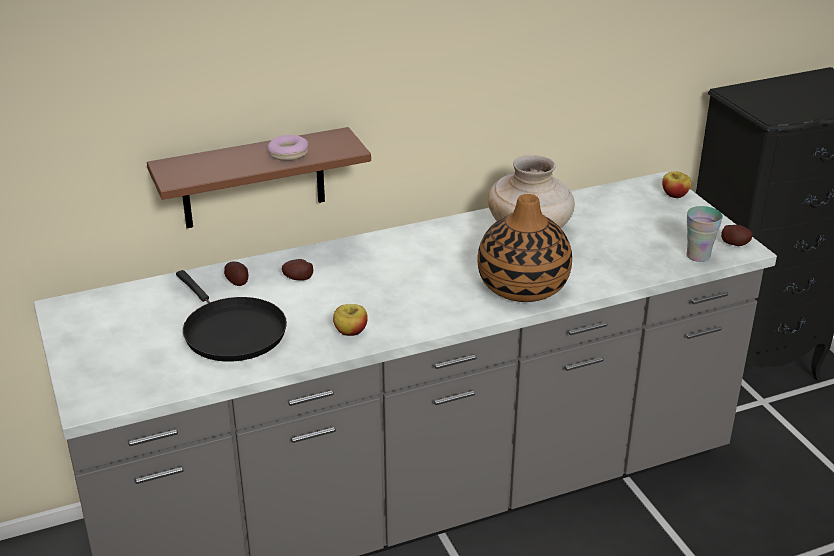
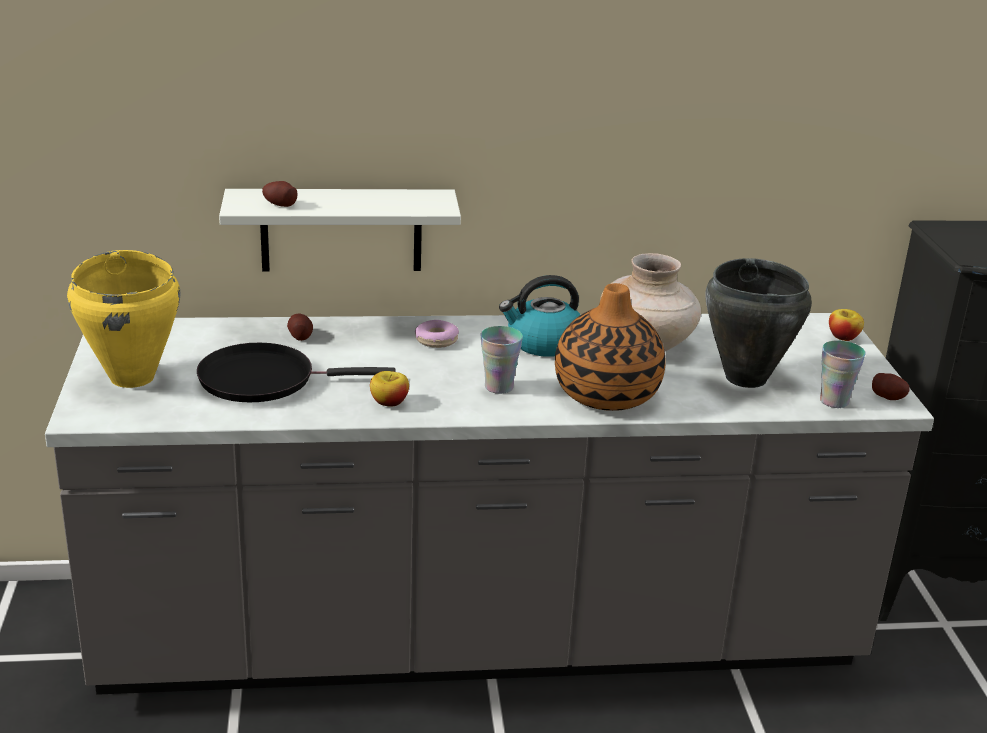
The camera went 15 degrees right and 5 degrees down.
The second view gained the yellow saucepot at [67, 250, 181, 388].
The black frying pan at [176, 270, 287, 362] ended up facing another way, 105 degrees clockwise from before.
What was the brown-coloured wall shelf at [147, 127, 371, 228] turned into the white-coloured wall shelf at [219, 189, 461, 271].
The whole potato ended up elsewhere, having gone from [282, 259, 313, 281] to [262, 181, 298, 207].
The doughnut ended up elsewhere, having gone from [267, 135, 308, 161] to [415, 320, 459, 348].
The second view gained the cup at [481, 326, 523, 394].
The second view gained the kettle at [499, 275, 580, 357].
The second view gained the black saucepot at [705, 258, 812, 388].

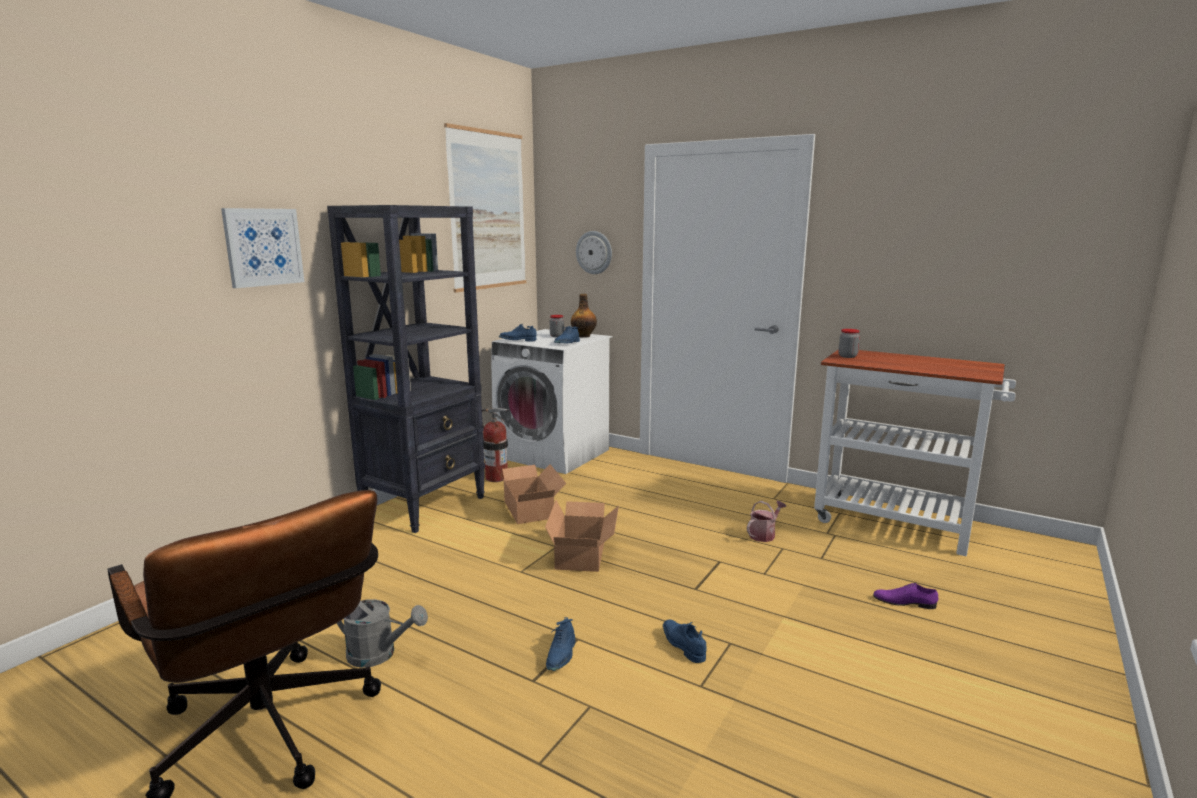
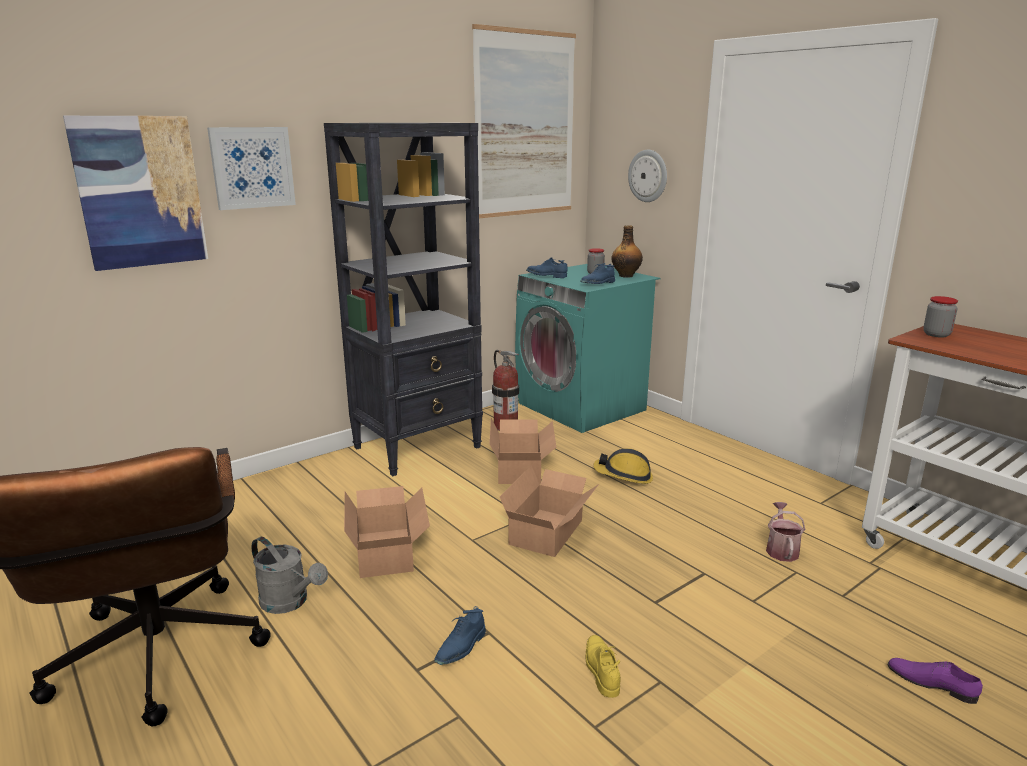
The camera went 20 degrees right and 5 degrees up.
The second view gained the wall picture at [63, 116, 208, 271].
The second view gained the carton at [344, 486, 430, 578].
What was the white-coloured washing machine at [491, 329, 613, 474] turned into the turquoise washing machine at [515, 264, 661, 433].
What was the blue item of footwear at [663, 620, 707, 663] turned into the yellow item of footwear at [586, 635, 620, 698].
The second view gained the hard hat at [594, 448, 653, 484].
The sprinkling can at [747, 501, 786, 542] ended up facing another way, 60 degrees counterclockwise from before.

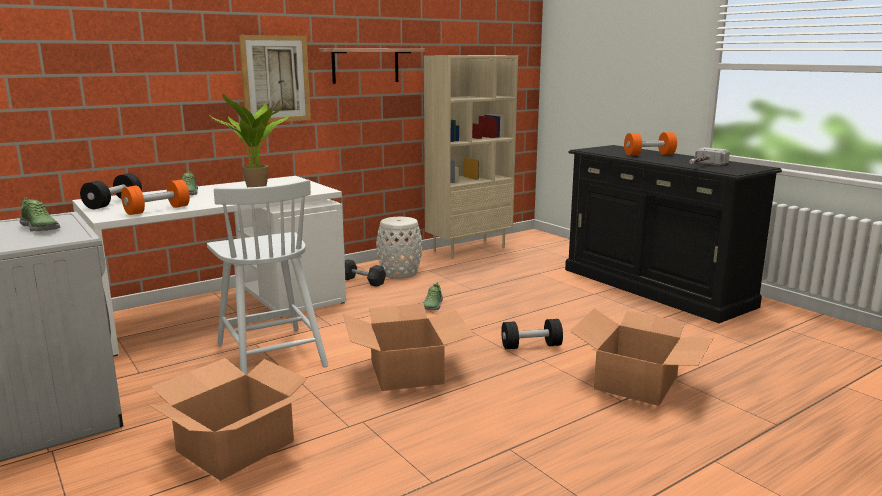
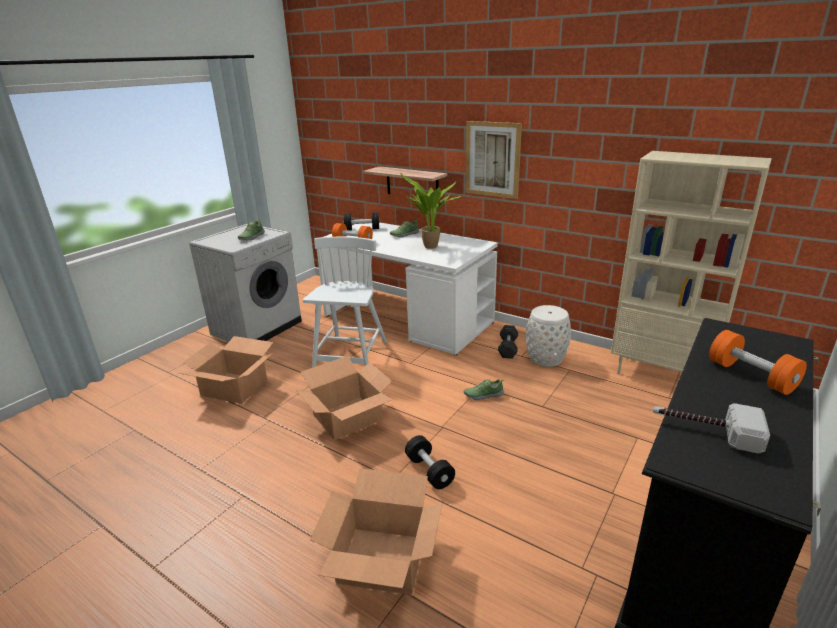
The camera went 70 degrees right and 10 degrees up.
The white-coloured plain chair at [207, 179, 329, 375] ended up facing another way, 150 degrees clockwise from before.
The wall shelf ended up elsewhere, having gone from [320, 48, 425, 84] to [363, 166, 447, 194].

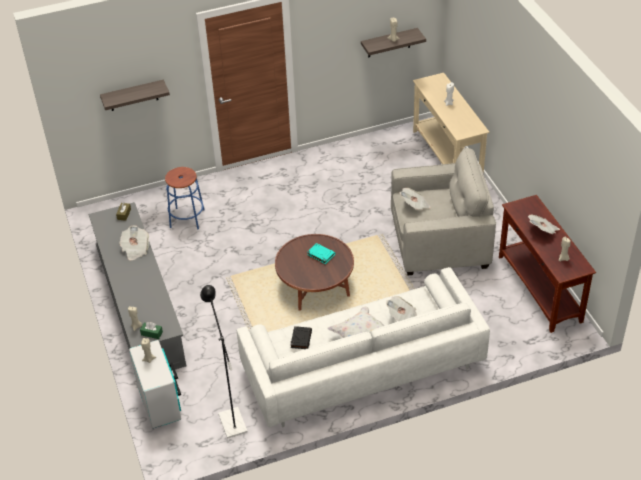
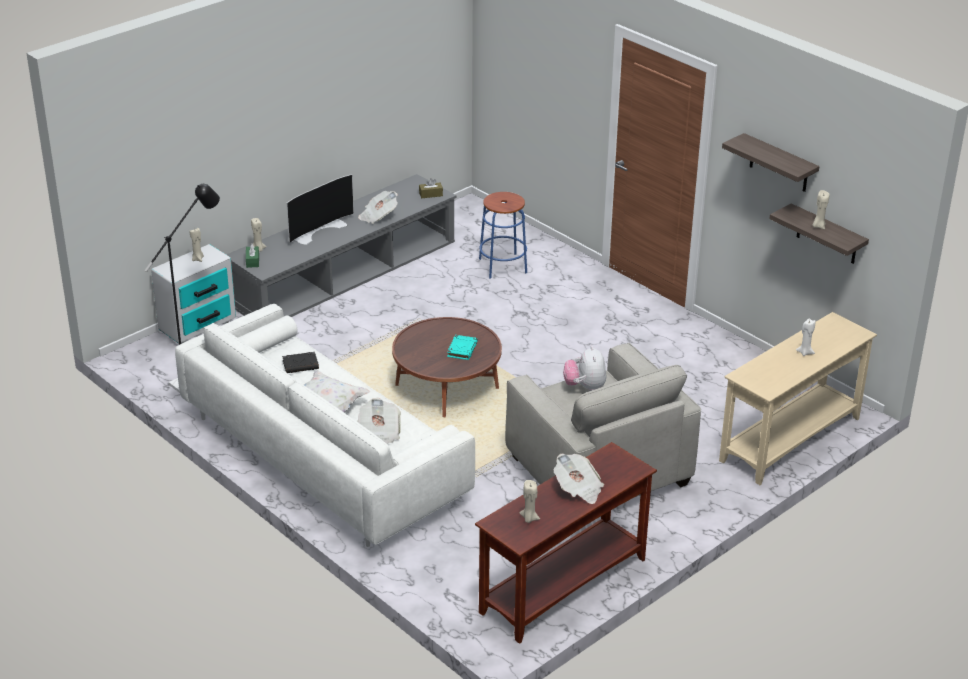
The camera went 65 degrees right and 10 degrees down.
The second view gained the television at [286, 174, 354, 245].
Where the printed paper stood at [400, 188, 431, 210], the cuddly toy came to stand at [563, 346, 606, 391].
The wall shelf ended up elsewhere, having gone from [100, 80, 170, 111] to [722, 133, 819, 192].

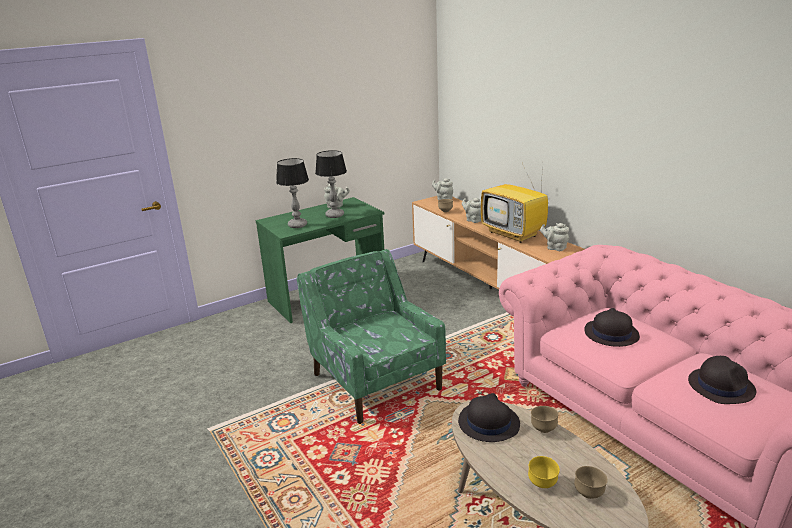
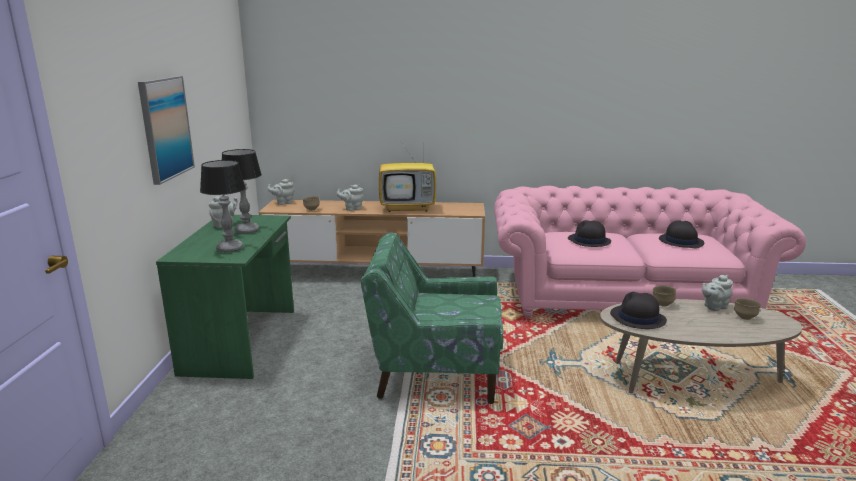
The camera went 55 degrees left and 5 degrees down.
The second view gained the wall picture at [138, 76, 195, 185].
The grey pot for tea ended up elsewhere, having gone from [540, 223, 569, 251] to [702, 275, 733, 311].
The second view lost the yellow deep dish at [528, 456, 560, 488].

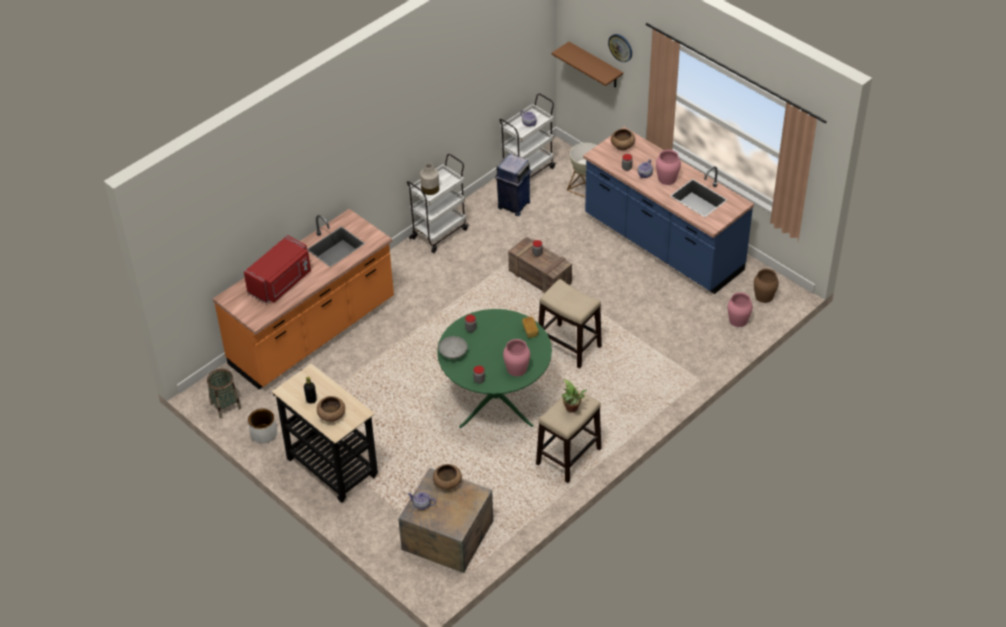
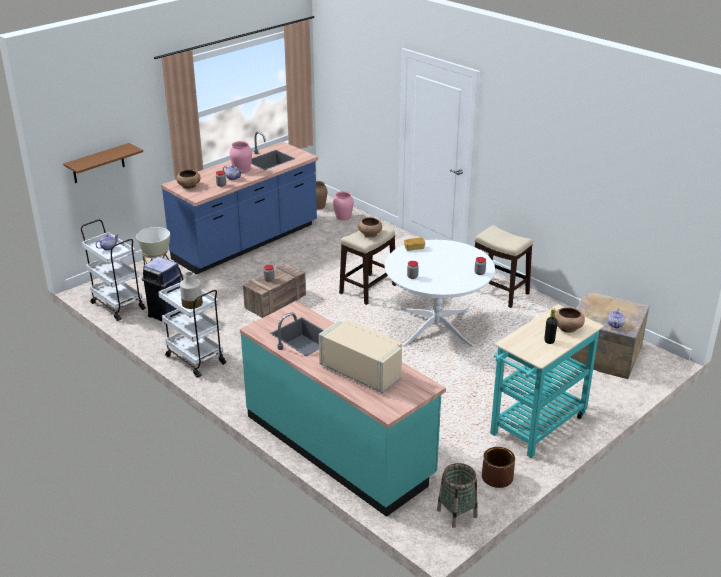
The camera went 90 degrees left and 15 degrees down.
What was the orange kitchen base unit at [213, 209, 394, 389] turned into the turquoise kitchen base unit at [240, 301, 446, 517].
What was the reddish kitchen microwave at [244, 235, 311, 304] turned into the beige-coloured kitchen microwave at [319, 320, 402, 393].
The brown-coloured deep dish ended up elsewhere, having gone from [433, 464, 462, 490] to [358, 217, 382, 237].
What was the green dining table at [437, 309, 552, 428] turned into the white-coloured dining table at [384, 240, 495, 347].
What was the white-coloured flower pot at [248, 409, 277, 443] turned into the brown-coloured flower pot at [482, 447, 515, 488].
What was the black trolley at [272, 364, 378, 502] turned into the turquoise trolley at [490, 305, 603, 458].
The second view lost the grey deep dish at [438, 336, 468, 359].
The second view lost the pink-coloured flower vase at [503, 339, 530, 376].
The second view lost the potted plant at [562, 379, 587, 413].
The second view lost the hanging clock at [608, 34, 632, 62].

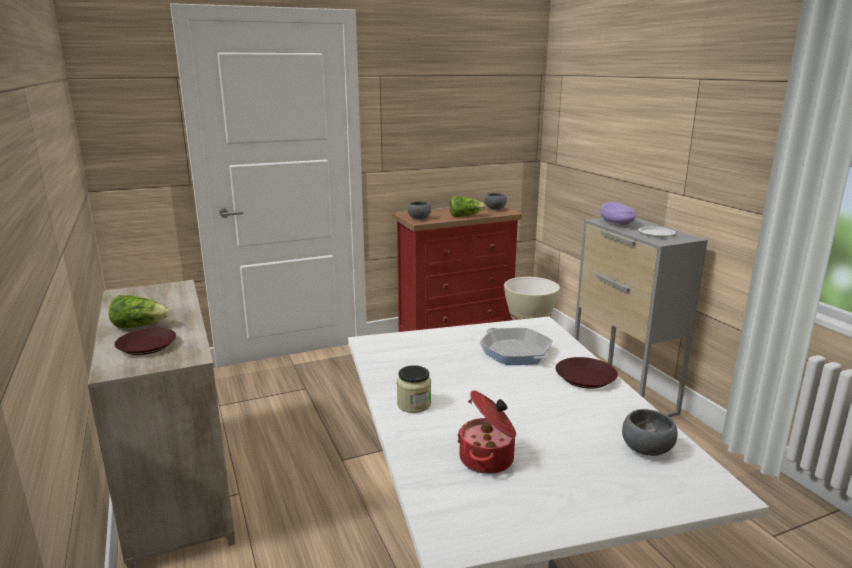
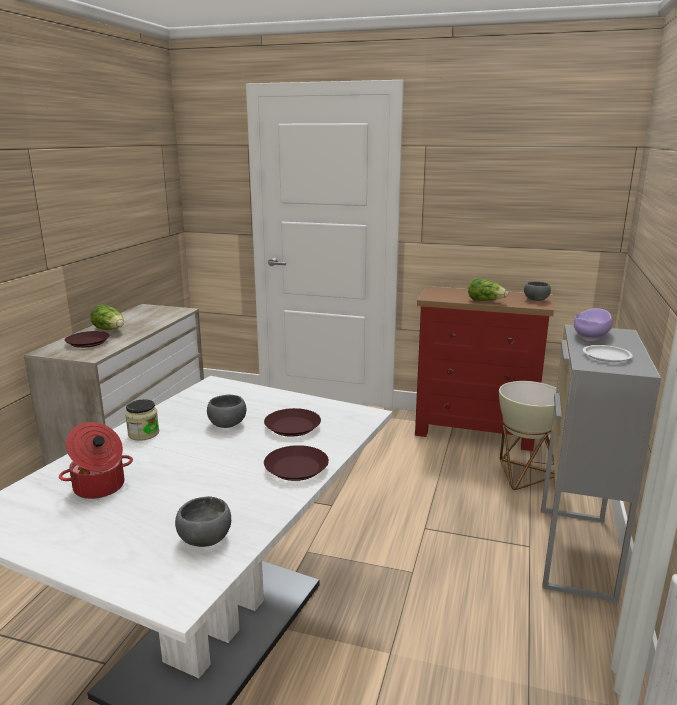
The camera went 40 degrees right and 0 degrees up.
The grey deep dish ended up elsewhere, having gone from [408, 201, 431, 219] to [207, 395, 246, 428].
Where the frying pan stood at [480, 328, 553, 365], the brown-coloured plate came to stand at [264, 408, 321, 437].

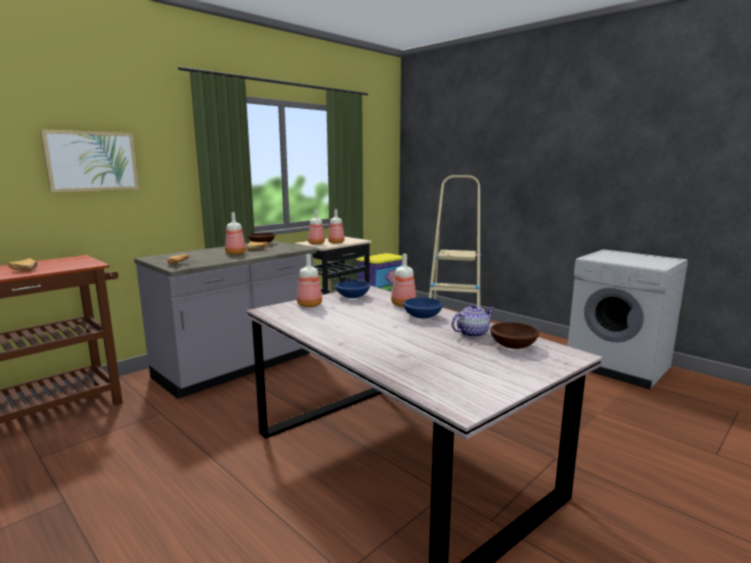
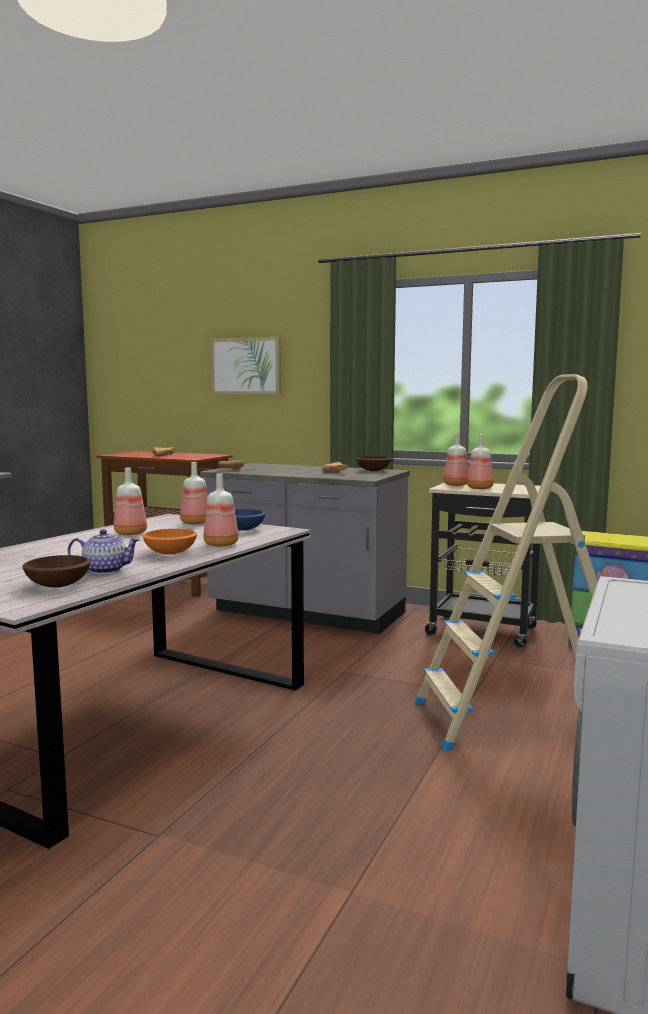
The camera went 70 degrees right and 5 degrees down.
The pot for tea at [451, 304, 494, 338] ended up facing another way, 45 degrees counterclockwise from before.
The beverage bottle ended up elsewhere, having gone from [225, 212, 246, 255] to [114, 468, 147, 535].
What was the blue deep dish at [403, 298, 443, 319] turned into the orange deep dish at [142, 529, 197, 555].

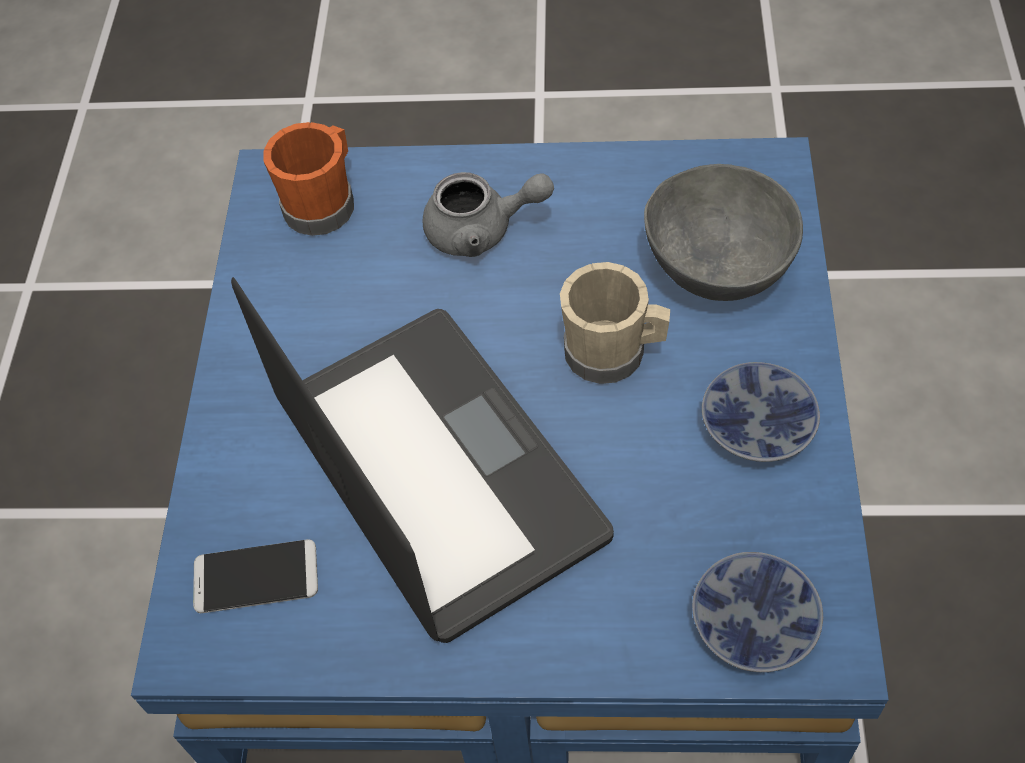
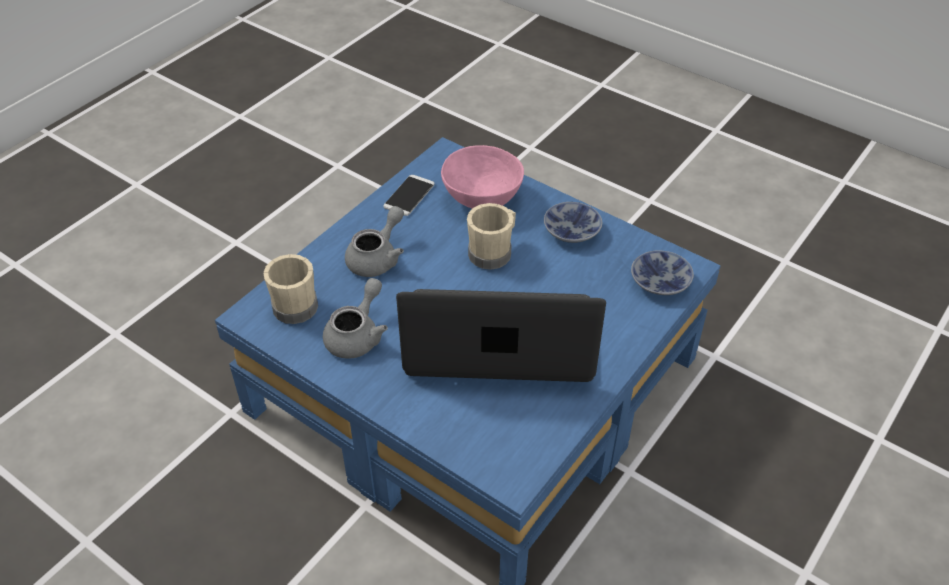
The camera went 60 degrees left and 10 degrees down.
What was the orange coffee mug at [263, 122, 354, 236] turned into the beige-coloured coffee mug at [264, 254, 318, 324].
The second view gained the grey pot for tea at [323, 278, 388, 359].
The telephone ended up elsewhere, having gone from [193, 539, 318, 613] to [383, 175, 434, 216].
What was the grey deep dish at [644, 164, 803, 301] turned into the pink-coloured deep dish at [441, 145, 524, 209].

